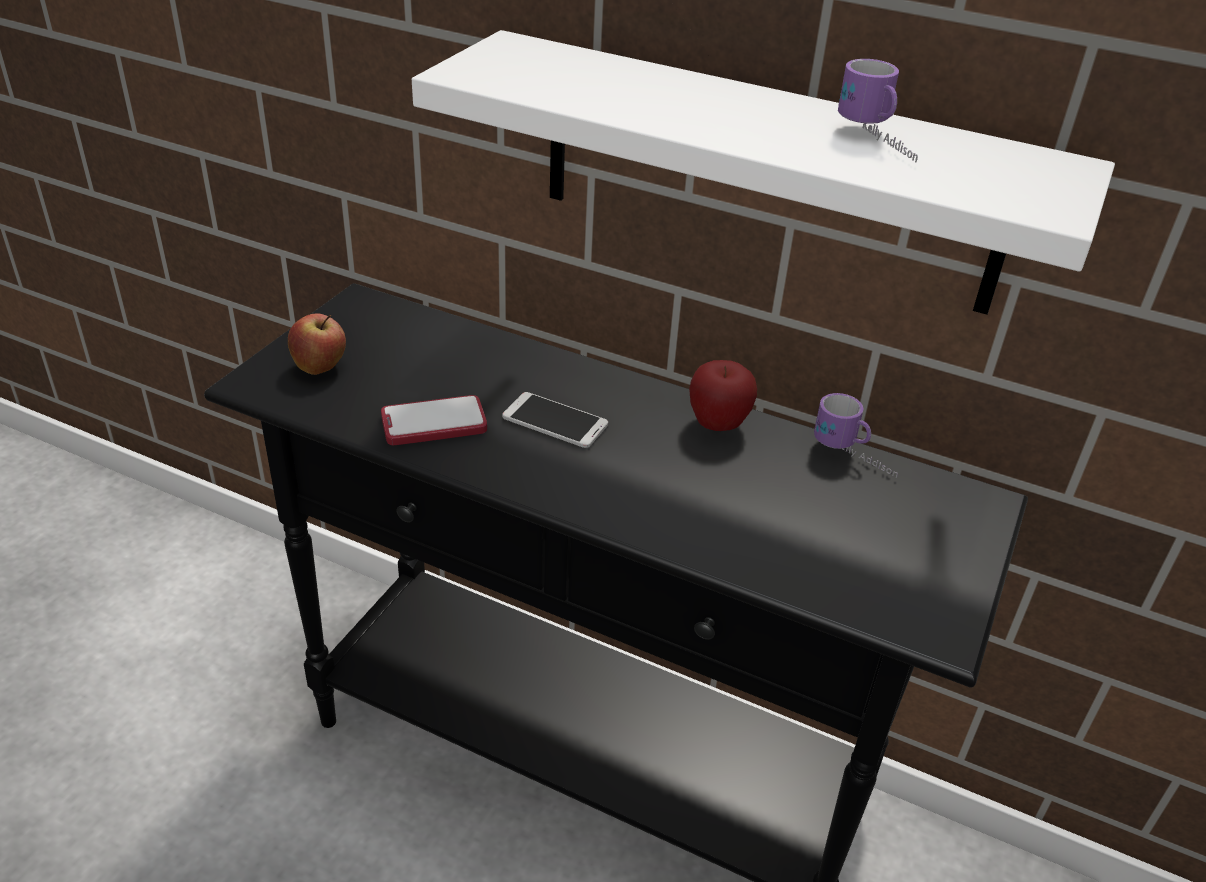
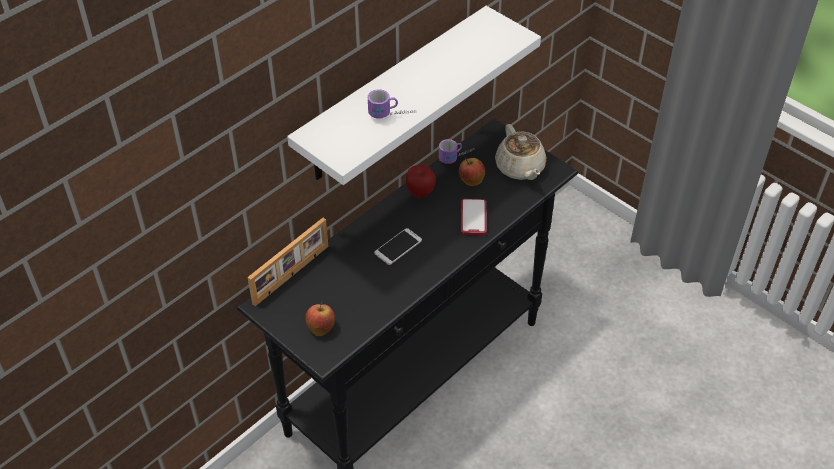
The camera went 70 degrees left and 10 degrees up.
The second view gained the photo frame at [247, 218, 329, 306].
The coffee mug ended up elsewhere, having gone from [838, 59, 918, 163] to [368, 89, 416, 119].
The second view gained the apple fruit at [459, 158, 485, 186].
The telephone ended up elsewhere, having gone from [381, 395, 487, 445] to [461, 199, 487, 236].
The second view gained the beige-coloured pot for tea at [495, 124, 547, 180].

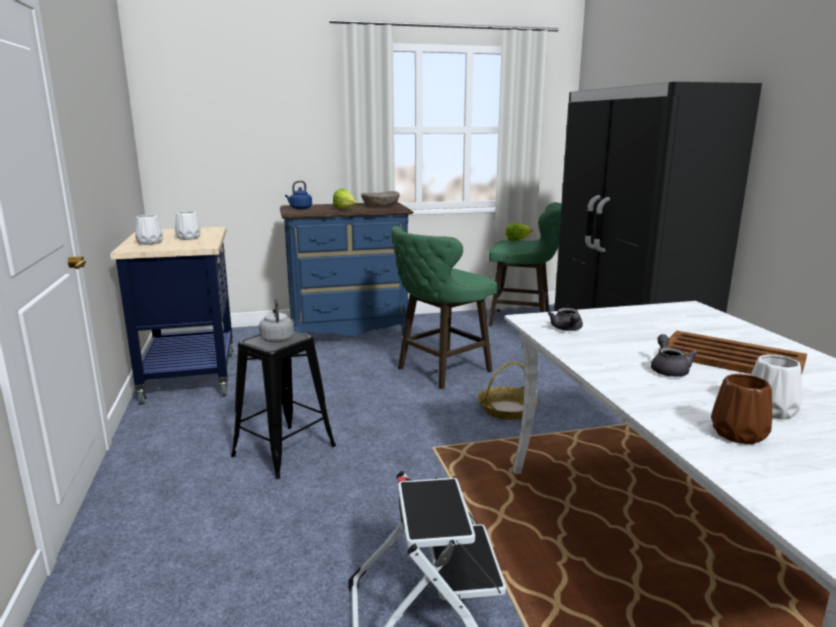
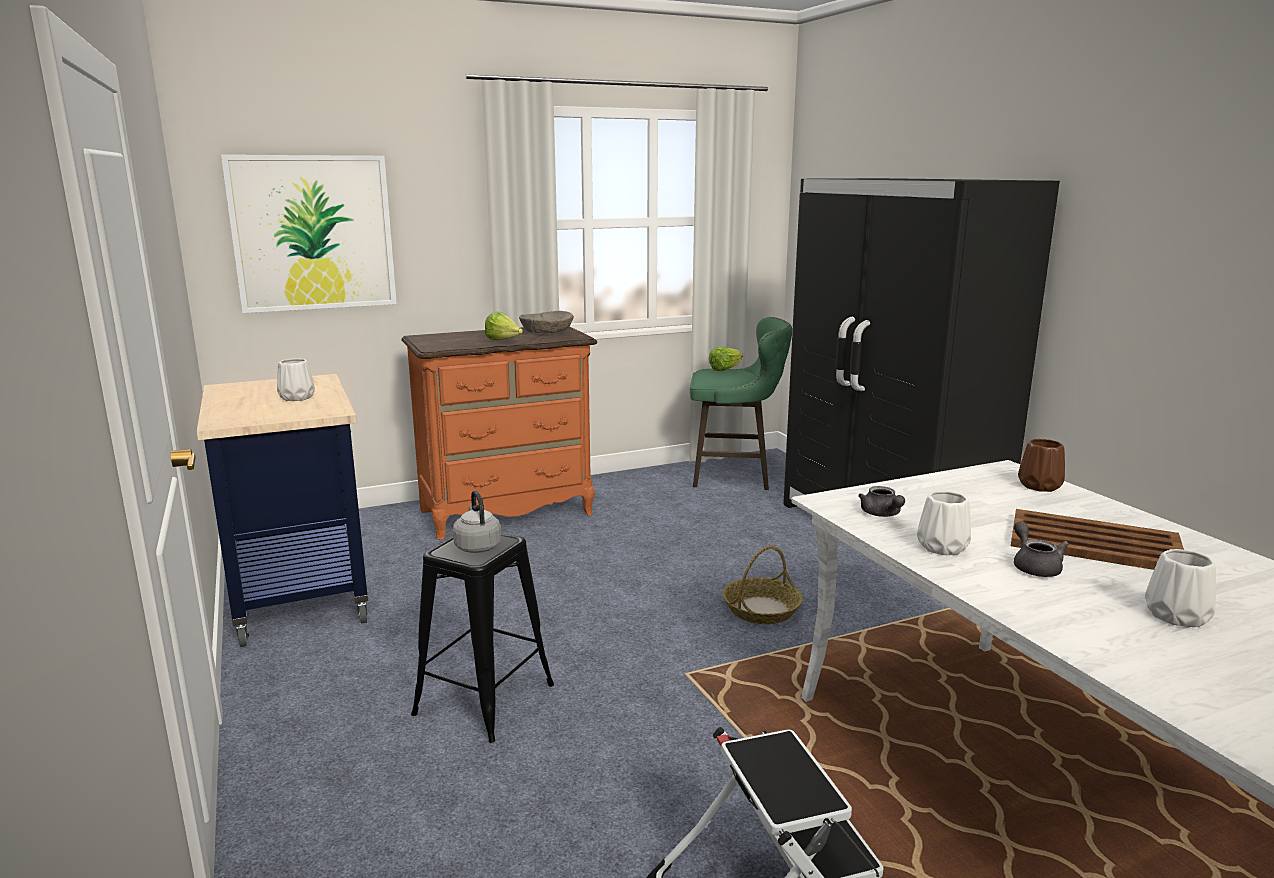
The camera went 10 degrees left and 0 degrees up.
The second view gained the wall picture at [221, 155, 397, 313].
What was the blue drawer chest at [280, 202, 413, 336] turned into the orange drawer chest at [402, 326, 597, 540].
The white-coloured flower vase ended up elsewhere, having gone from [135, 215, 163, 245] to [917, 491, 971, 555].
The brown-coloured flower vase ended up elsewhere, having gone from [711, 374, 772, 444] to [1018, 439, 1065, 492].
The second view lost the blue kettle at [285, 181, 312, 209].
The second view lost the green stool at [391, 226, 497, 389].

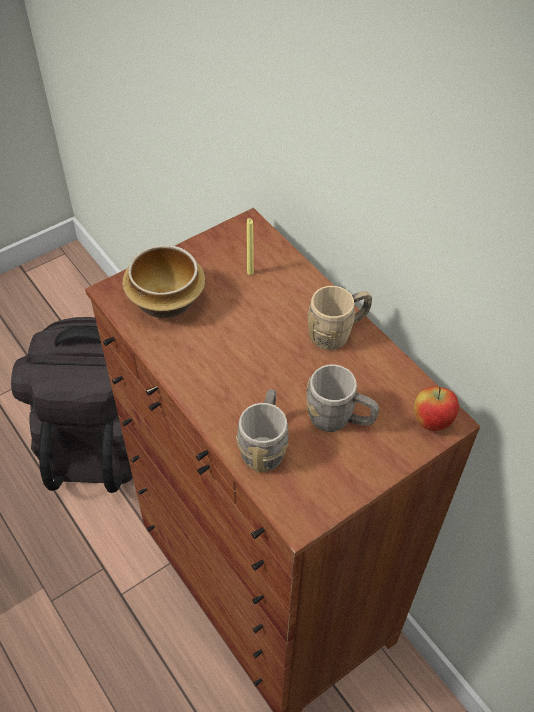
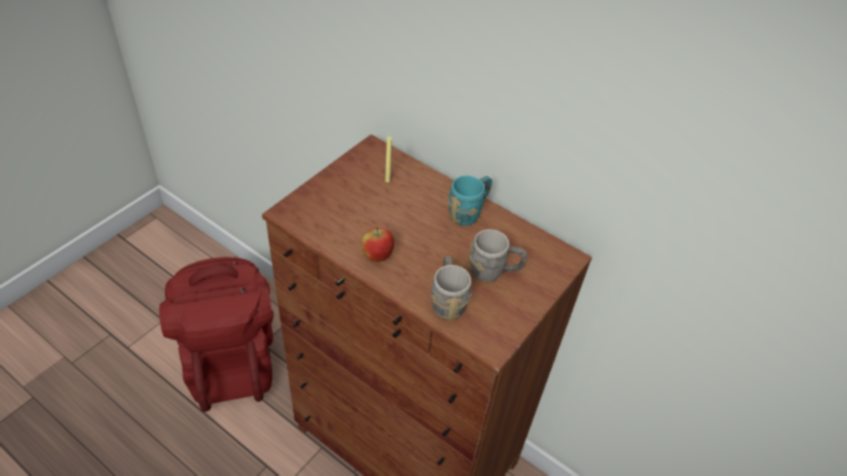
The camera went 20 degrees left and 5 degrees down.
What was the black rucksack at [11, 317, 133, 493] turned into the reddish rucksack at [159, 257, 274, 412].
The apple fruit ended up elsewhere, having gone from [414, 387, 459, 431] to [361, 227, 394, 262].
What was the beige-coloured coffee mug at [308, 286, 372, 350] turned into the turquoise coffee mug at [448, 175, 492, 226].
The second view lost the deep dish at [122, 245, 205, 318].

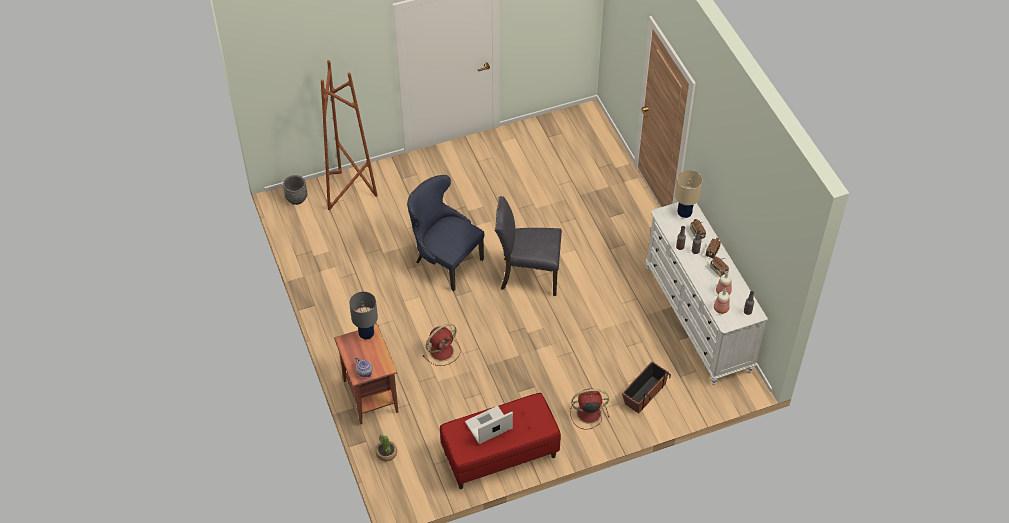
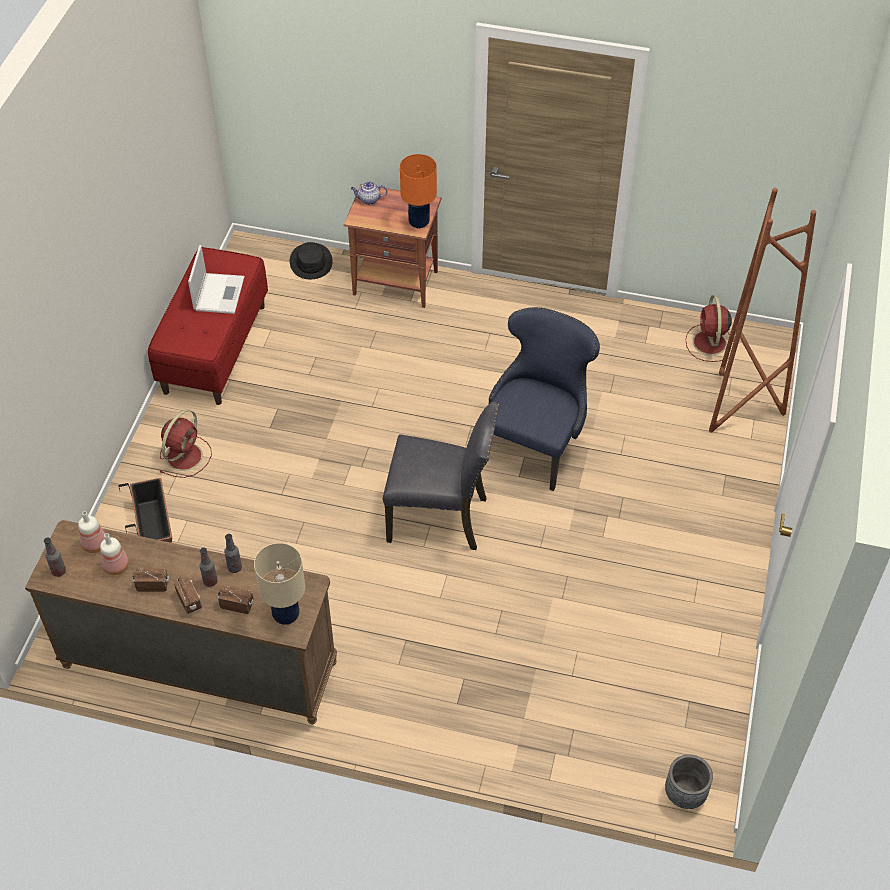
The camera went 125 degrees right and 0 degrees up.
What was the white-coloured drawer chest at [646, 202, 768, 385] turned into the brown-coloured drawer chest at [25, 520, 337, 725].
Where the potted plant stood at [376, 435, 397, 462], the black hat came to stand at [290, 242, 333, 279].
The grey plain chair at [495, 196, 562, 296] ended up facing another way, 60 degrees clockwise from before.
What was the grey table lamp at [349, 292, 378, 340] turned into the orange table lamp at [400, 154, 437, 228].
The blue plain chair at [407, 175, 484, 291] ended up facing another way, 45 degrees counterclockwise from before.
The grey flower pot ended up elsewhere, having gone from [283, 175, 307, 205] to [665, 754, 713, 809].
The reddish electric fan ended up elsewhere, having gone from [423, 324, 461, 366] to [686, 295, 734, 362].

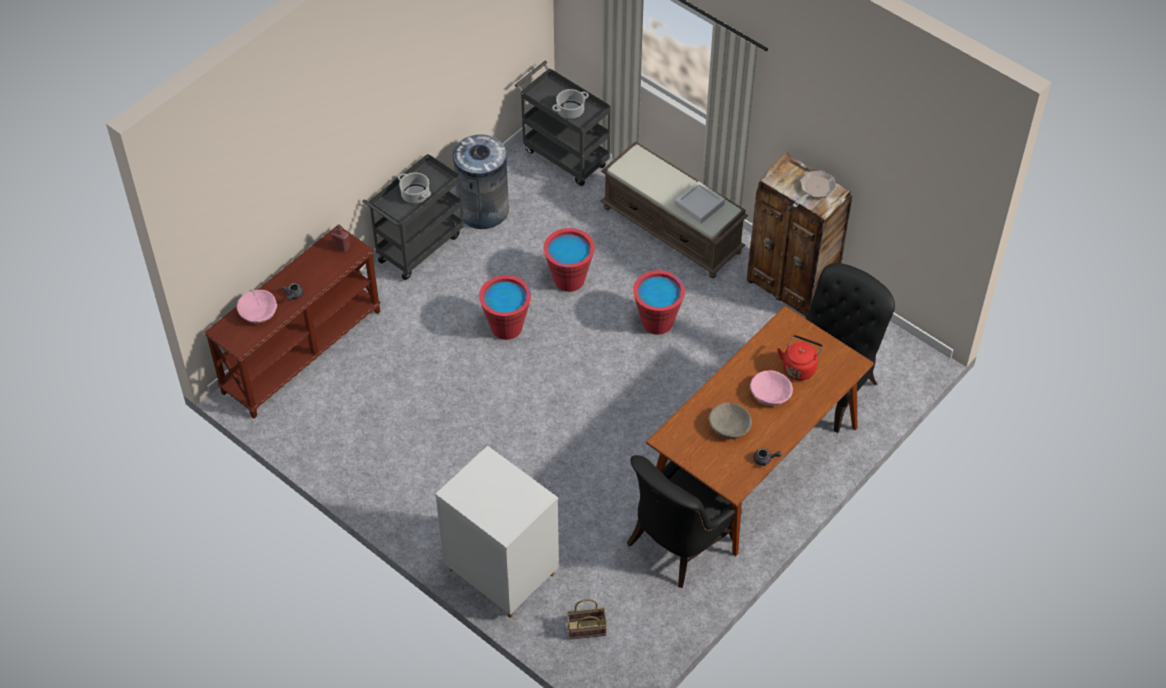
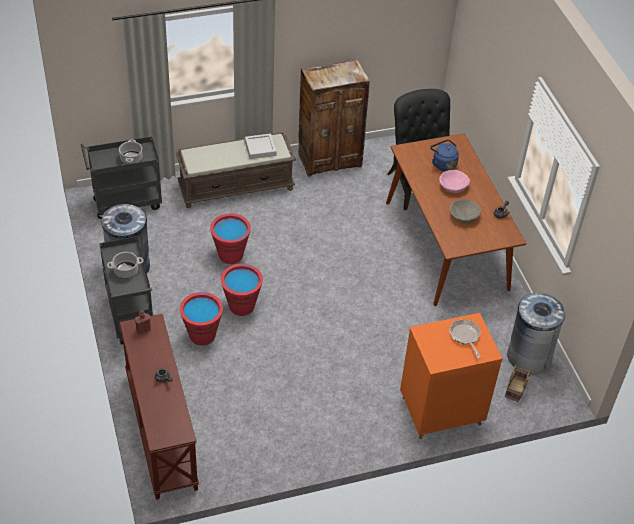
The camera went 60 degrees left and 5 degrees down.
The reddish pail ended up elsewhere, having gone from [633, 270, 685, 335] to [180, 292, 223, 346].
What was the white-coloured drawer chest at [435, 446, 559, 618] turned into the orange drawer chest at [400, 313, 503, 439].
What was the reddish kettle at [777, 335, 823, 380] turned into the blue kettle at [430, 139, 459, 171].
The frying pan ended up elsewhere, having gone from [793, 171, 836, 207] to [449, 319, 481, 358].
The second view gained the grey rubbish bin at [507, 293, 565, 374].
The second view lost the pink-coloured deep dish at [237, 290, 277, 323].
The second view lost the black plain chair at [627, 455, 742, 588].

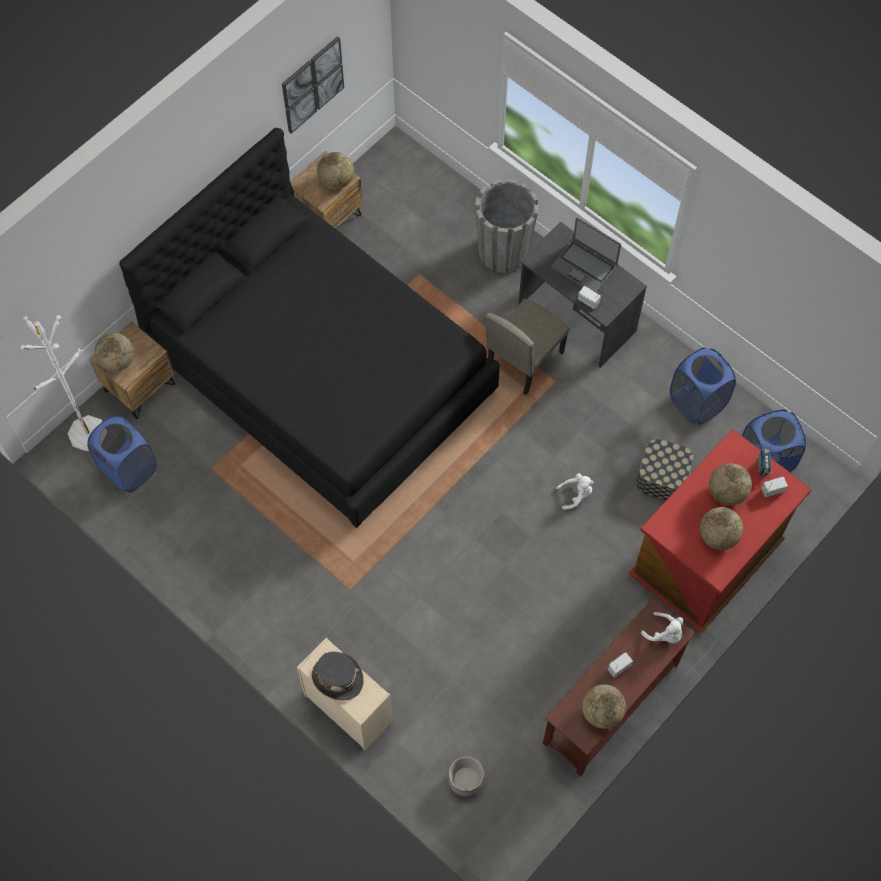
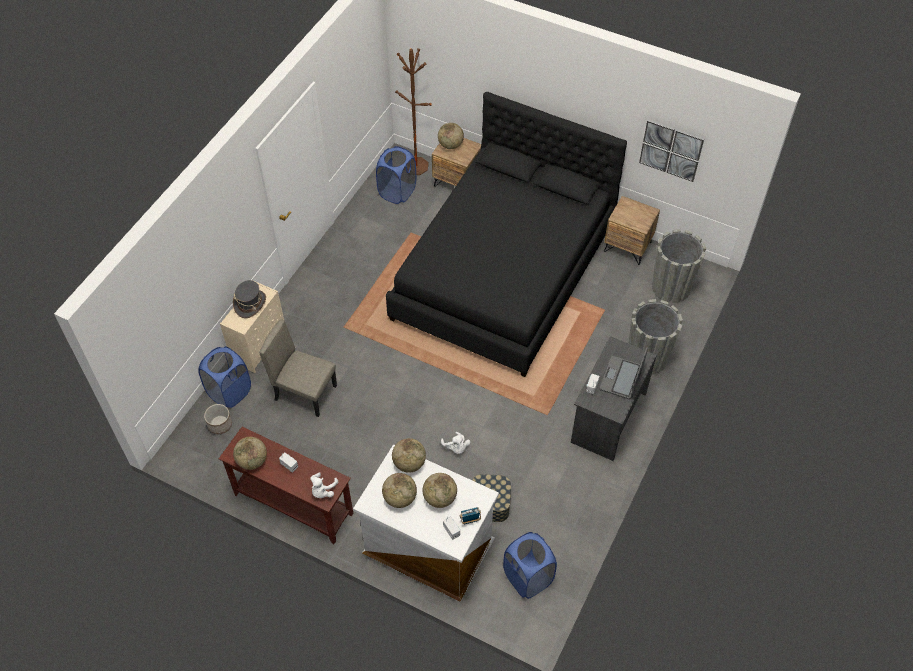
The camera went 75 degrees right and 10 degrees down.
The blue laundry basket ended up elsewhere, having gone from [670, 347, 736, 425] to [198, 346, 251, 408].
The beige-coloured plain chair ended up elsewhere, having gone from [485, 299, 570, 395] to [259, 319, 337, 417].
What was the reddish drawer chest at [628, 429, 812, 633] turned into the white-coloured drawer chest at [353, 444, 499, 602].
The world globe ended up elsewhere, having gone from [317, 152, 354, 189] to [392, 438, 426, 473].
What was the white-coloured garment stand at [21, 315, 103, 451] turned into the brown-coloured garment stand at [395, 48, 432, 175].
The second view gained the grey flower pot at [652, 229, 706, 303].

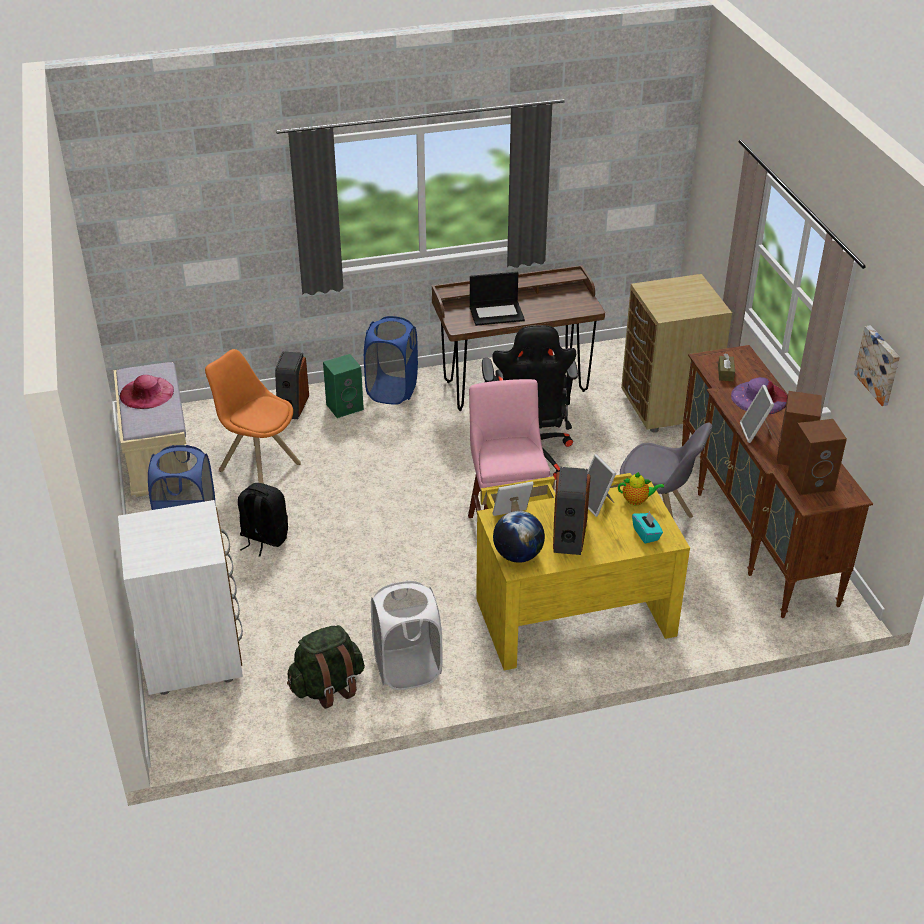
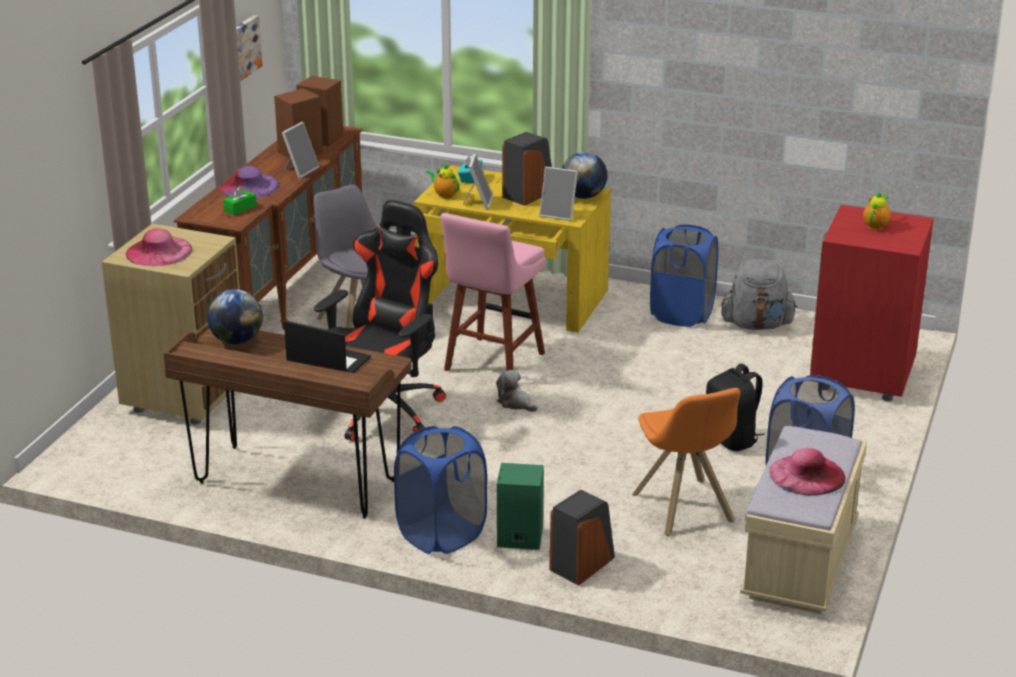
The camera went 145 degrees left and 10 degrees down.
The second view gained the pink-coloured hat at [126, 228, 192, 266].
The second view gained the world globe at [207, 289, 263, 344].
What was the brown-coloured tissue holder at [718, 353, 735, 381] turned into the green tissue holder at [223, 186, 256, 215].
The second view gained the cuddly toy at [496, 370, 538, 412].
What was the white-coloured laundry basket at [371, 581, 443, 690] turned into the blue laundry basket at [650, 224, 718, 327].
What was the green rucksack at [287, 625, 365, 709] turned into the grey rucksack at [721, 259, 797, 330].
What was the white-coloured drawer chest at [118, 500, 243, 695] turned into the reddish drawer chest at [810, 205, 934, 401].
The second view gained the pot for tea at [863, 191, 891, 230].

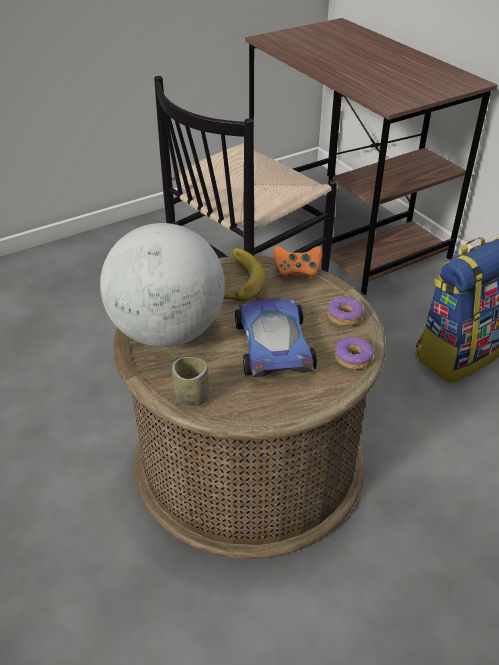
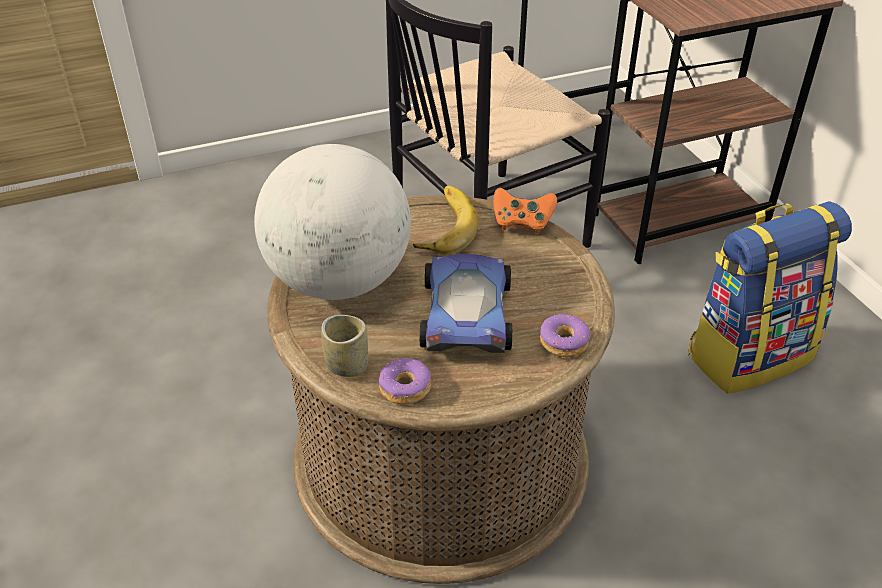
The camera went 10 degrees right and 0 degrees up.
The doughnut ended up elsewhere, having gone from [327, 296, 363, 326] to [379, 358, 431, 405].

